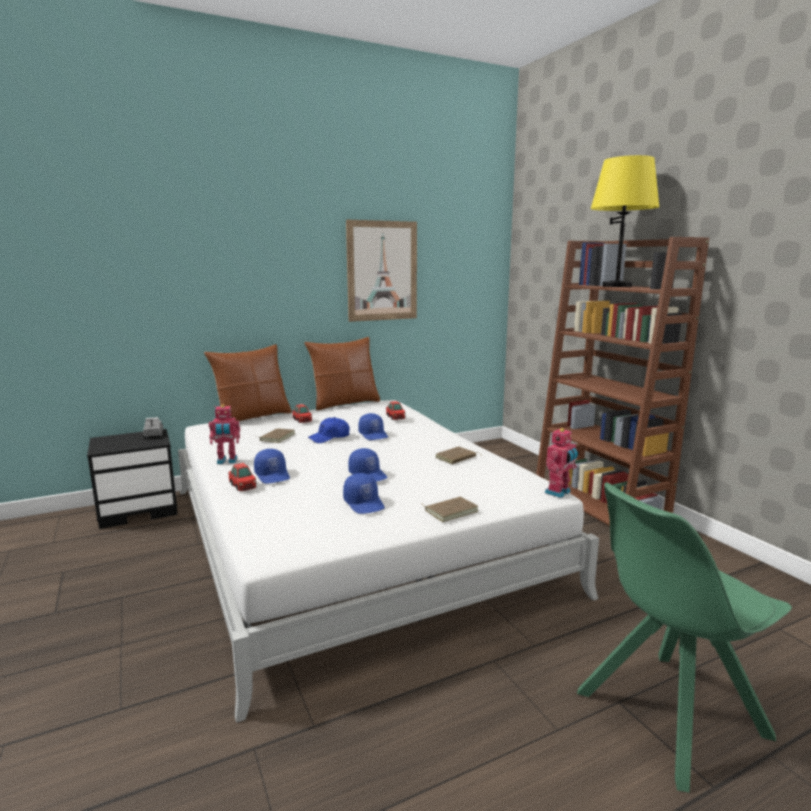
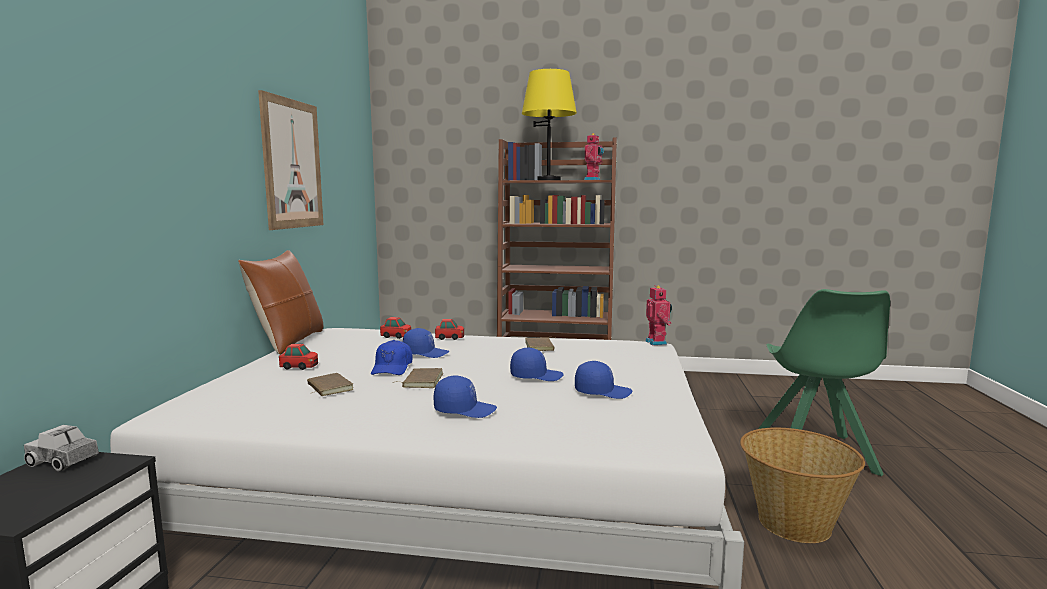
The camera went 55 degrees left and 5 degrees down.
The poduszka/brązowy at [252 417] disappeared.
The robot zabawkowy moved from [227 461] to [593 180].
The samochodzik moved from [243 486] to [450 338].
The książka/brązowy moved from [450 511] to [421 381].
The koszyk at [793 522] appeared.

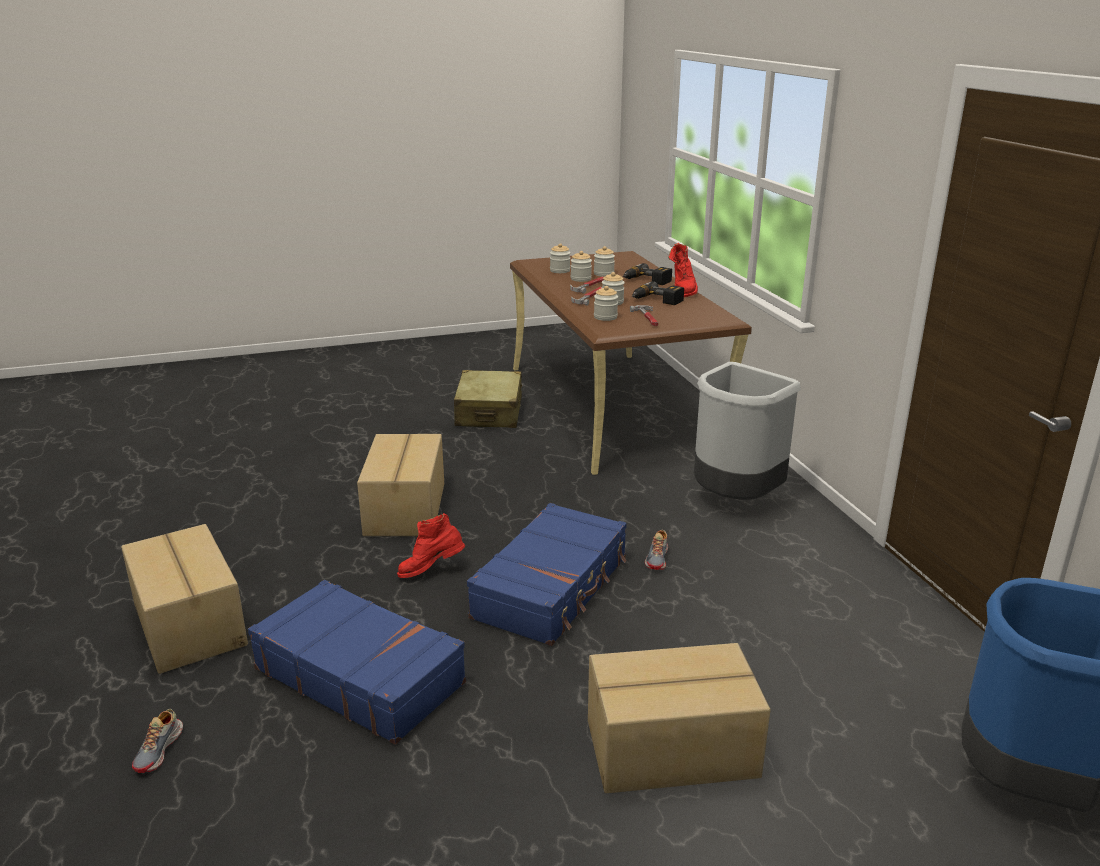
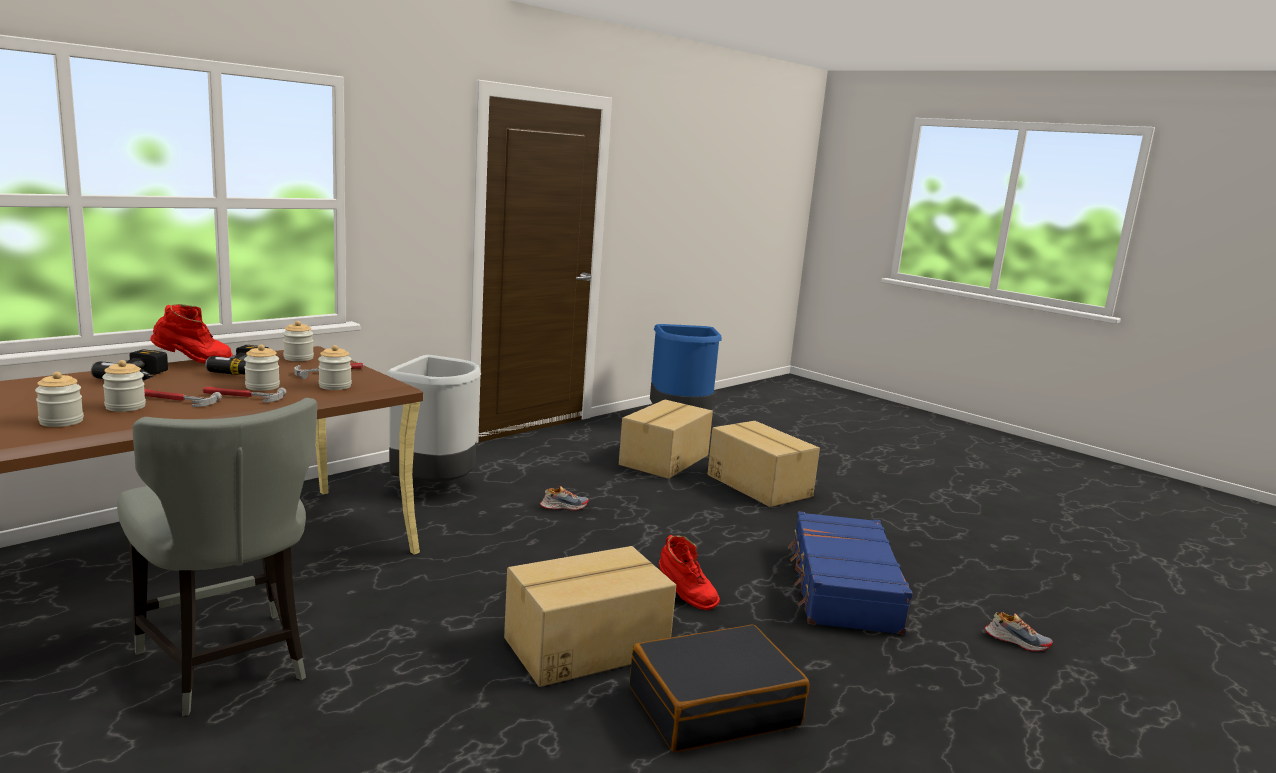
The camera went 120 degrees left and 10 degrees down.
The karton moved from [191 623] to [663 460].
The but at [159 750] turned 45 degrees clockwise.
The walizka/beżowy at [489 412] was replaced by the krzesło/szary at [227 665].
The walizka/niebieski at [552 588] disappeared.
The słoik moved from [604 274] to [298 358].
The walizka/czarny at [713 706] appeared.

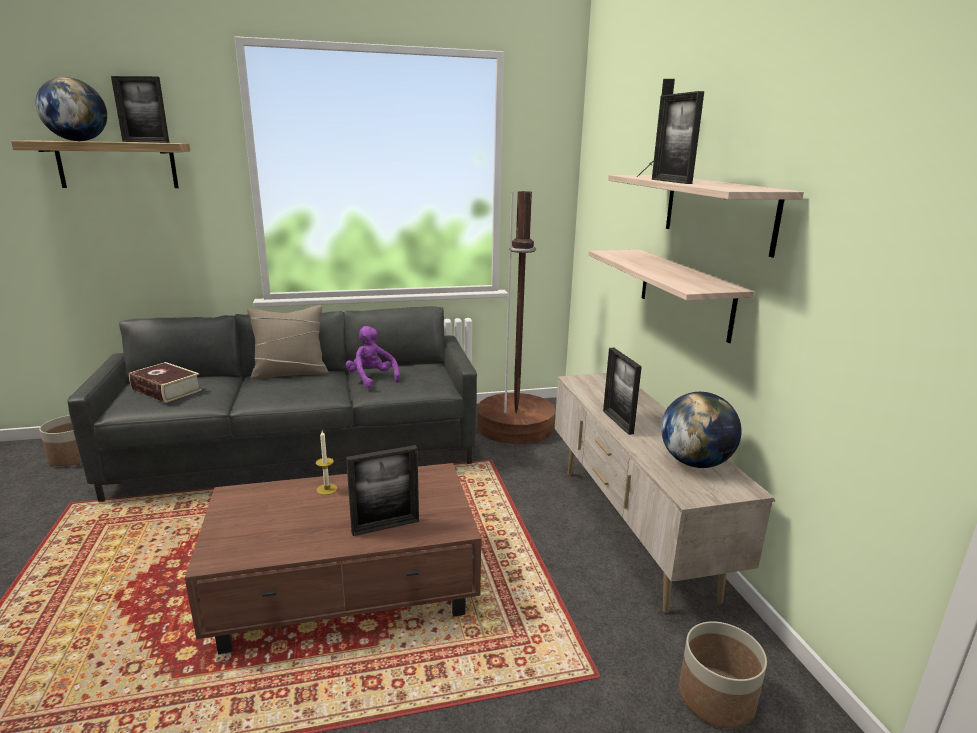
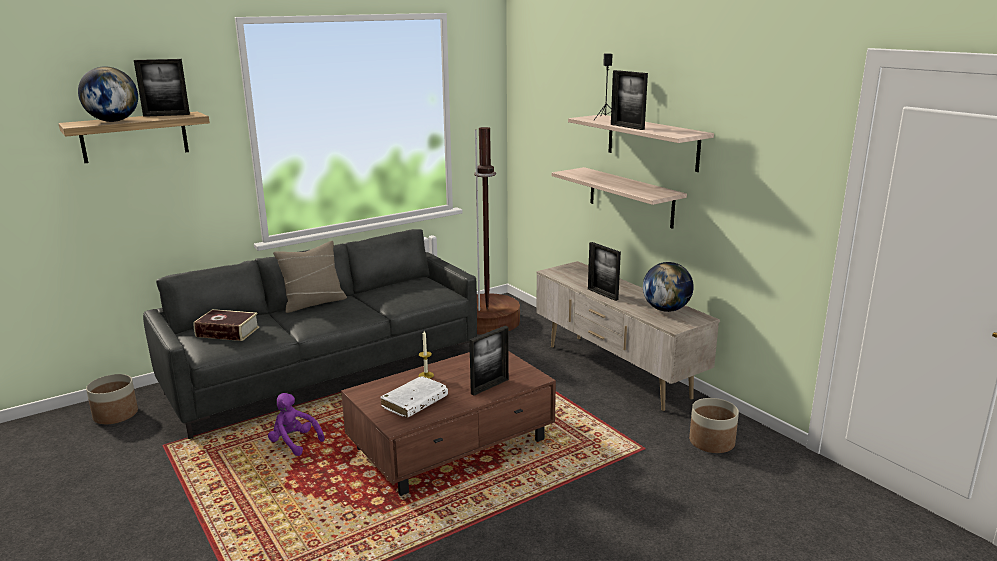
The camera went 20 degrees left and 0 degrees up.
The pluszak/fioletowy moved from [372 379] to [294 443].
The książka/biały at [415 403] appeared.

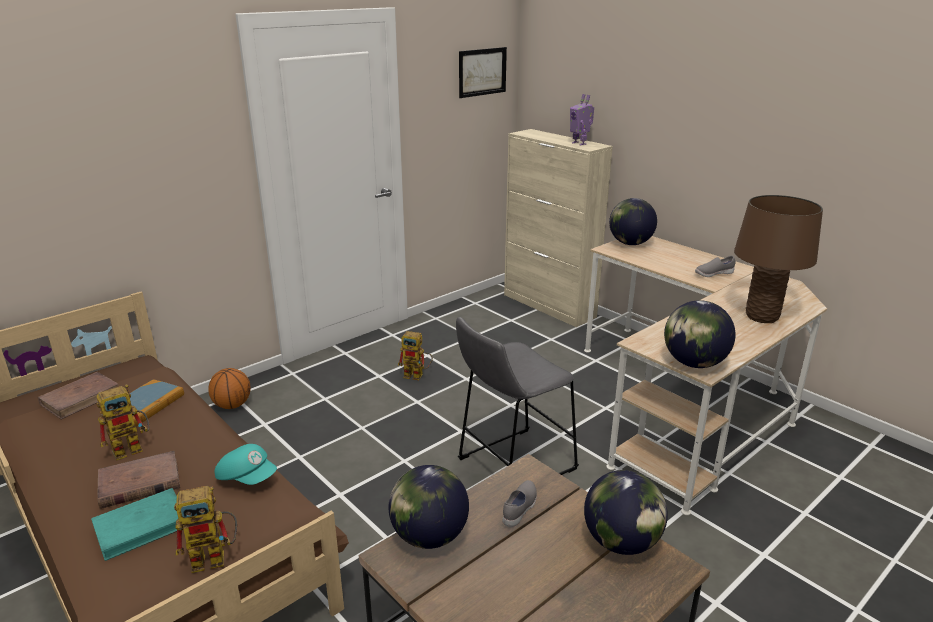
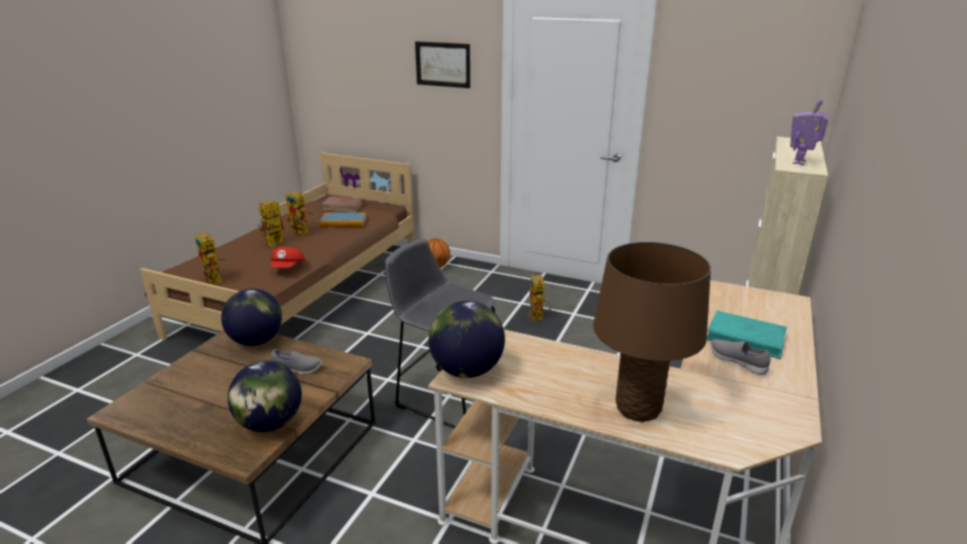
The camera went 65 degrees right and 0 degrees up.
The książka/turkusowy moved from [142 526] to [746 338].
The książka/brązowy at [139 483] was replaced by the robot zabawkowy at [272 244].
The czapka z daszkiem/turkusowy at [247 477] became the czapka z daszkiem/czerwony at [288 268].
The obraz moved from [482 72] to [443 64].
The globus at [630 243] disappeared.

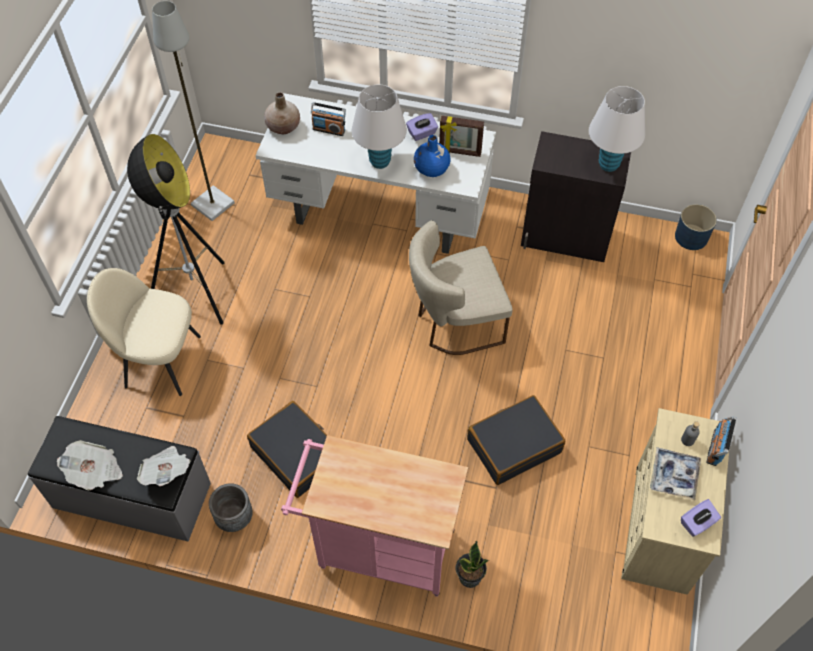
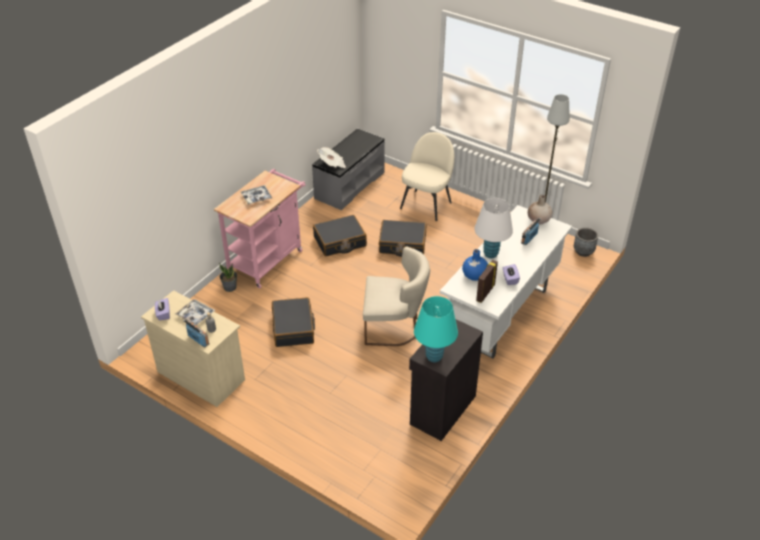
The camera went 110 degrees right and 15 degrees down.
The gazeta at [95 472] disappeared.
The lampa stojąca at [195 294] disappeared.
The donica/szary moved from [234 517] to [583 251].
The krzesło/beżowy at [454 323] turned 90 degrees clockwise.
The lampa stołowa/biały at [608 164] became the lampa stołowa/turkusowy at [434 357].
The donica/niebieski at [691 237] disappeared.
The taca at [256 197] appeared.
The walizka/czarny at [402 244] appeared.

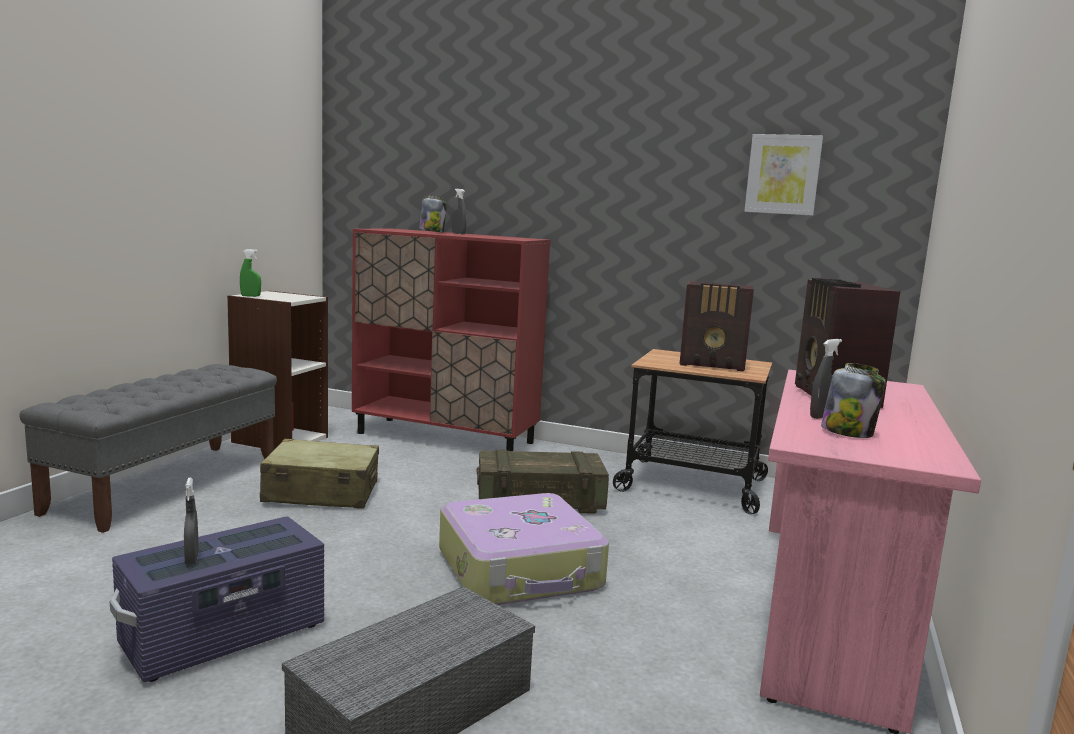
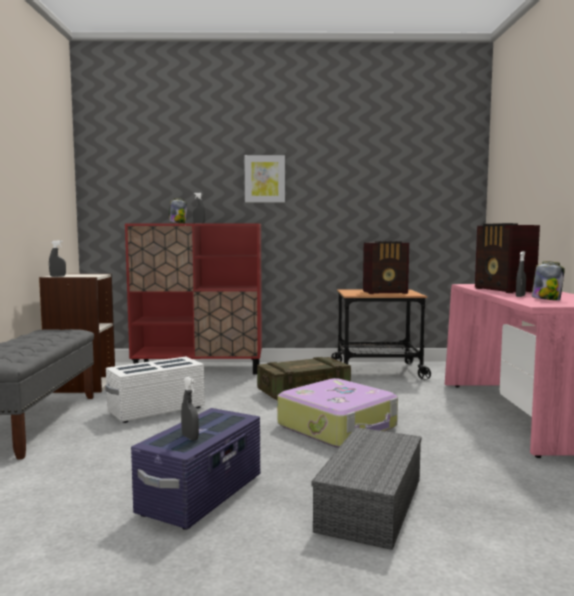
The camera went 20 degrees left and 5 degrees down.
The spryskiwacz/zielony at [250 296] became the spryskiwacz/szary at [58 276].
The walizka/beżowy at [321 492] was replaced by the pojemnik do przechowywania/biały at [156 410].
The obraz moved from [783 174] to [264 179].

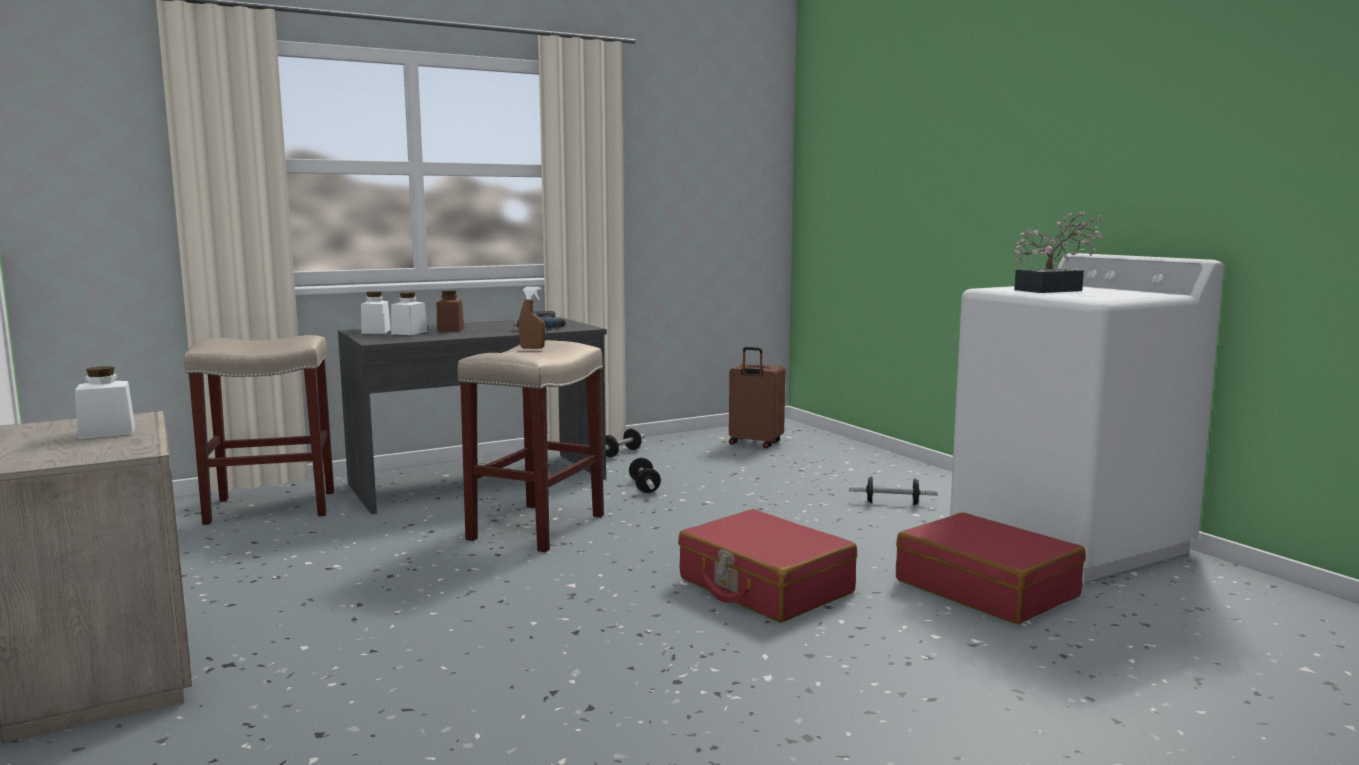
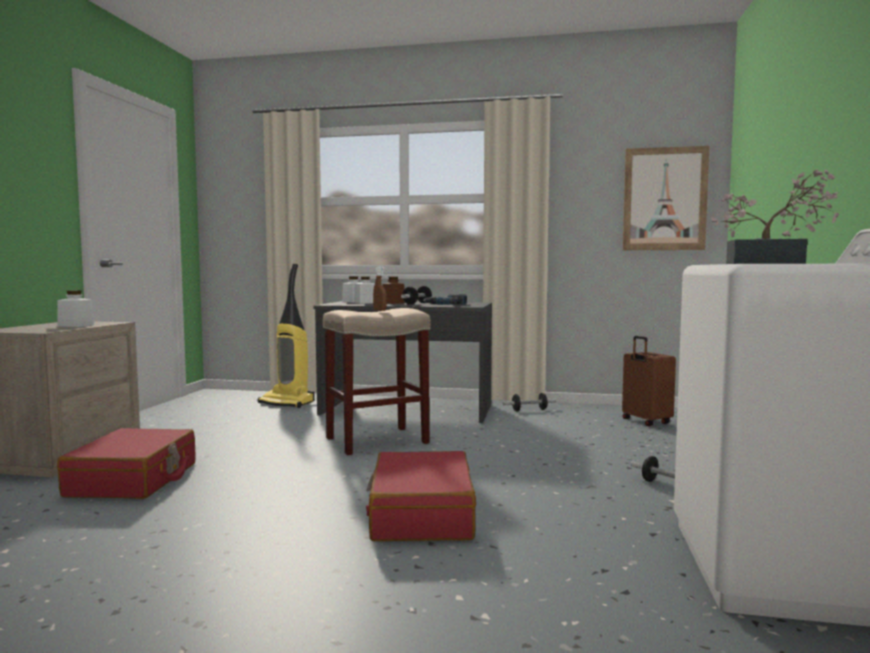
The camera went 40 degrees right and 5 degrees down.
The stołek/beżowy at [274 507] was replaced by the odkurzacz at [287 403].
The hantel moved from [644 487] to [417 304].
The walizka/czerwony moved from [987 588] to [134 480].
The obraz at [664 199] appeared.

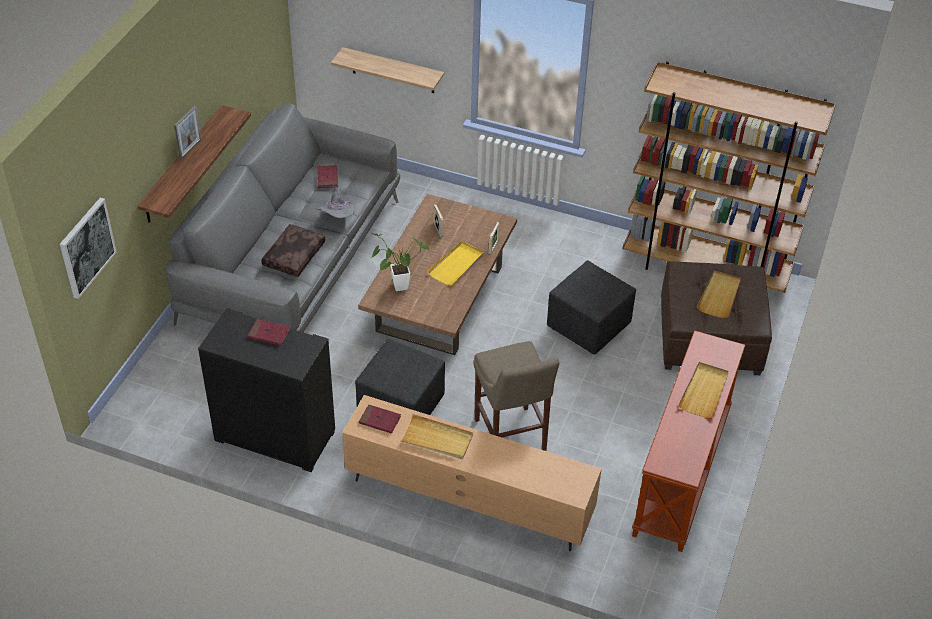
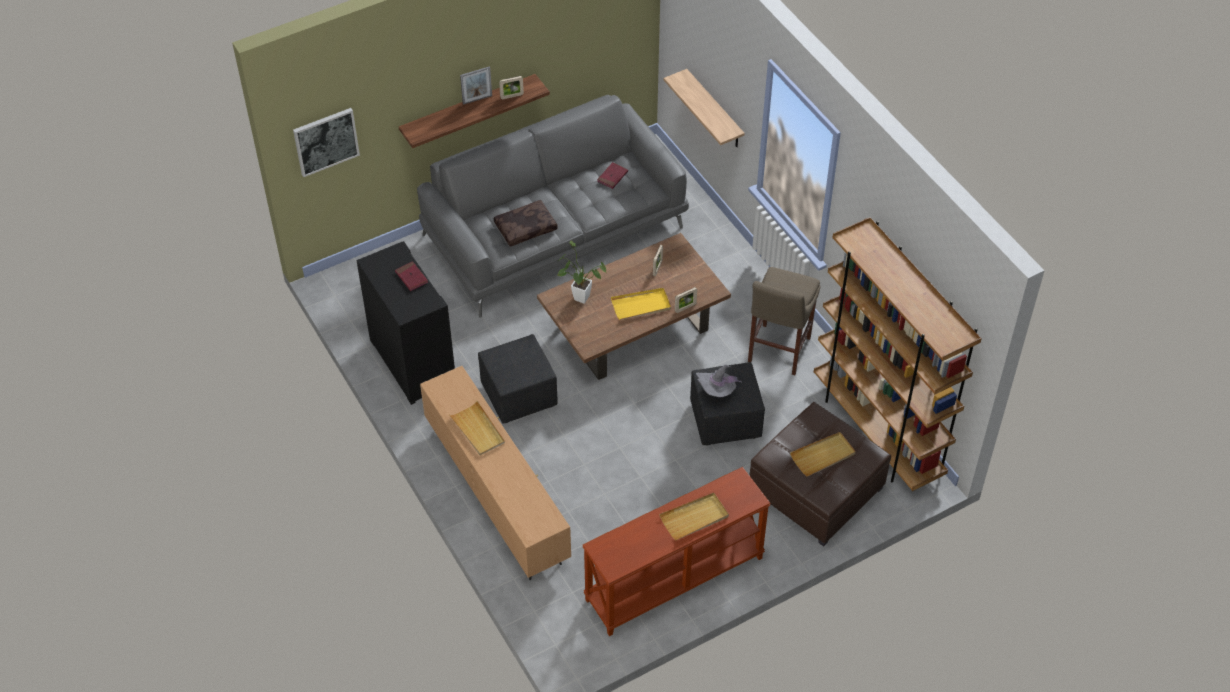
The camera went 40 degrees right and 5 degrees up.
The kapelusz/szary moved from [337 219] to [717 391].
The książka/czerwony at [380 420] disappeared.
The stołek/beżowy moved from [511 438] to [777 352].
The ramka na zdjęcie at [512 96] appeared.

